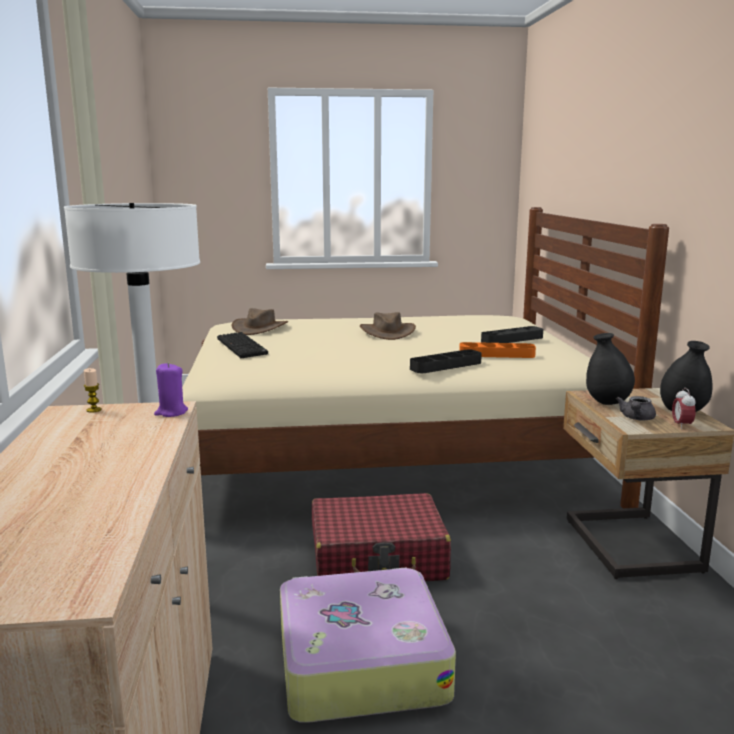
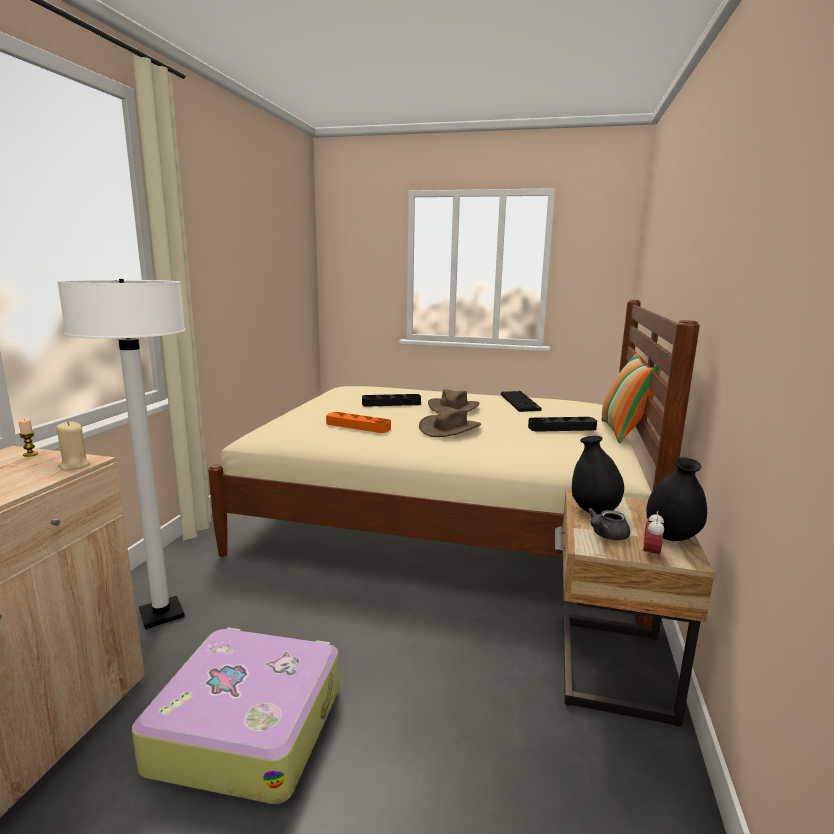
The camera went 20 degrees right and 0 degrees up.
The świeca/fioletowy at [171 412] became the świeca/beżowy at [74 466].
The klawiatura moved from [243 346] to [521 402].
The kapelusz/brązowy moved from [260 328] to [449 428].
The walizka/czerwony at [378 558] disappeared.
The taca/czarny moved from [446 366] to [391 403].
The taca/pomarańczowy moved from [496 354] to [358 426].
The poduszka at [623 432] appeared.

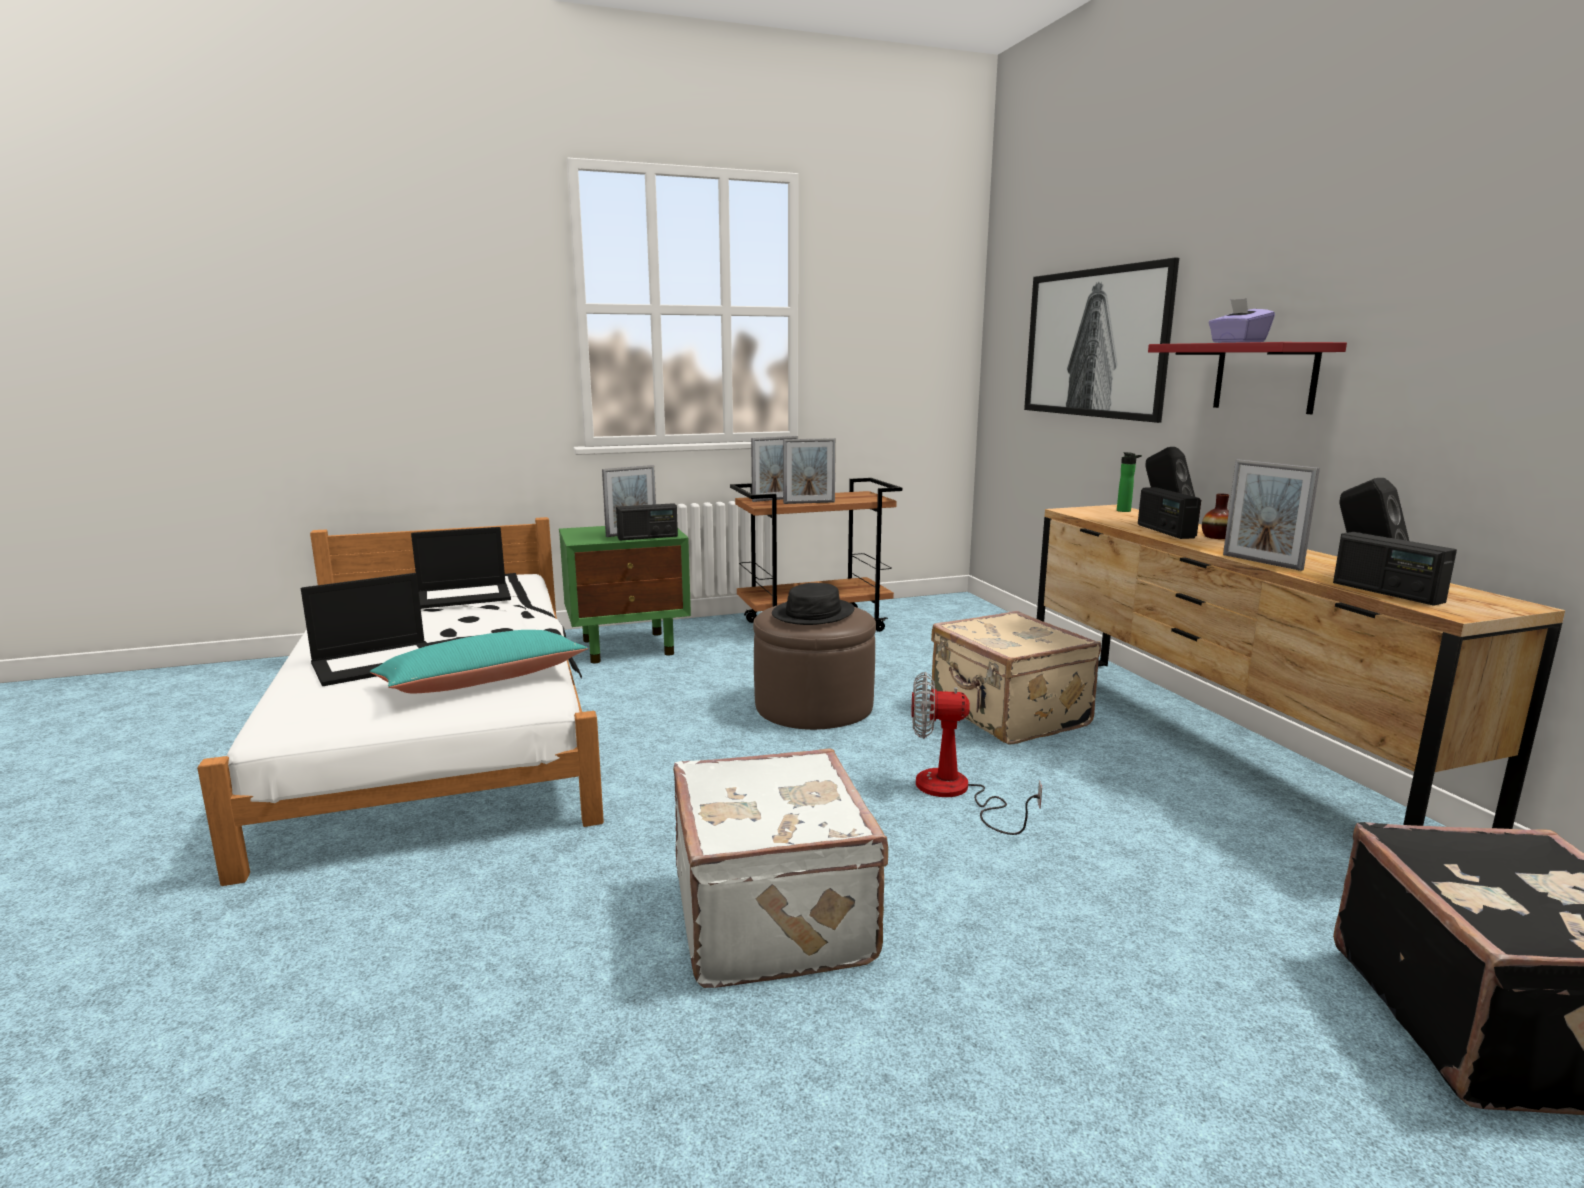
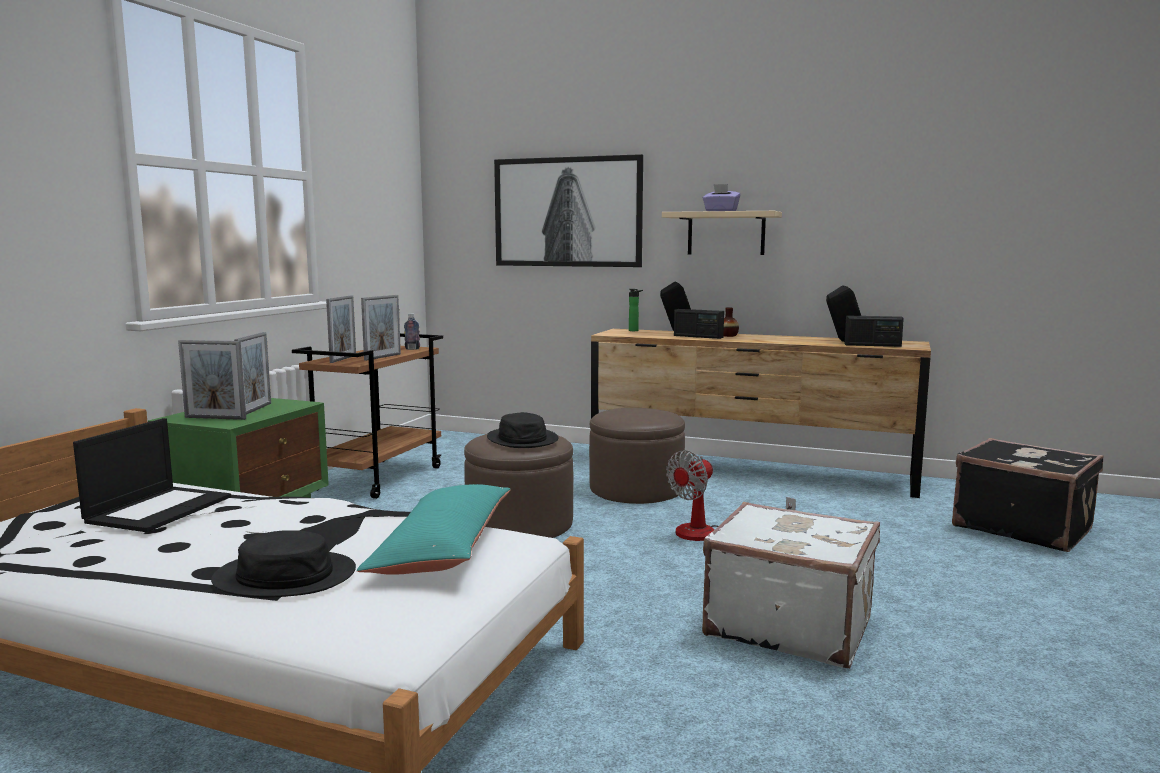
The camera went 50 degrees left and 5 degrees down.
The laptop at [378 663] was replaced by the kapelusz/czarny at [285 576].
The radio at [648 537] disappeared.
The walizka/beżowy at [1007 715] was replaced by the pufa/brązowy at [636 489].
The półka/czerwony at [1265 377] became the półka/beżowy at [726 233].
The ramka na zdjęcie moved from [1261 562] to [215 418].
The butelka at [412 349] appeared.

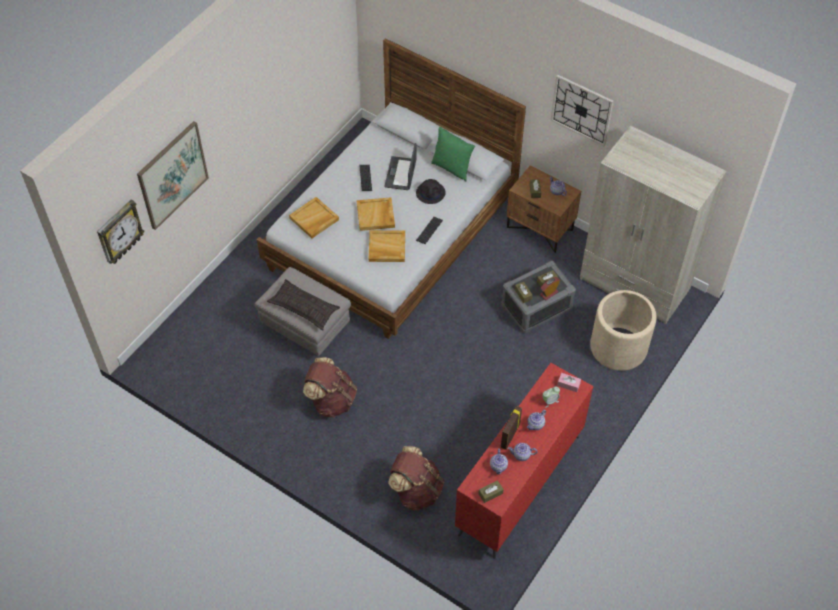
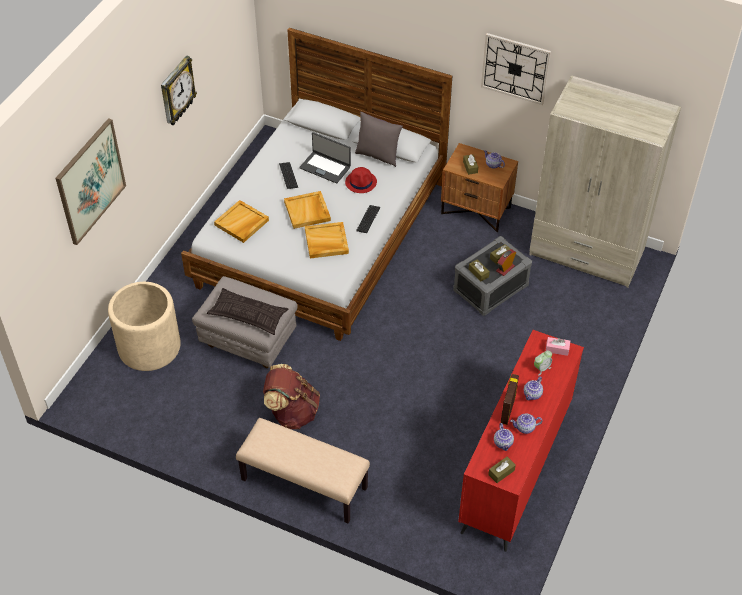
The camera went 10 degrees left and 5 degrees down.
The zegar ścienny moved from [119 232] to [176 91].
The laptop at [401 173] turned 60 degrees counterclockwise.
The plecak/brązowy at [416 490] disappeared.
The kapelusz/czarny at [431 193] became the kapelusz/czerwony at [361 182].
The poduszka/zielony at [452 168] became the poduszka/szary at [378 155].
The donica/beżowy moved from [618 347] to [149 347].
The ławka/beżowy at [303 484] appeared.

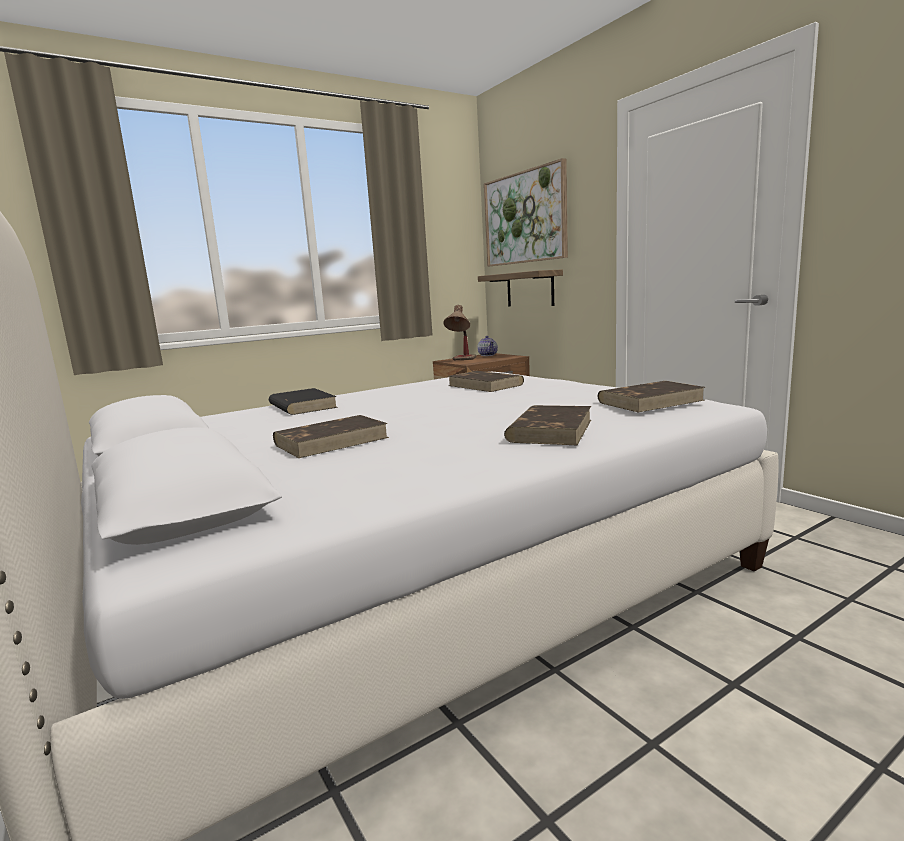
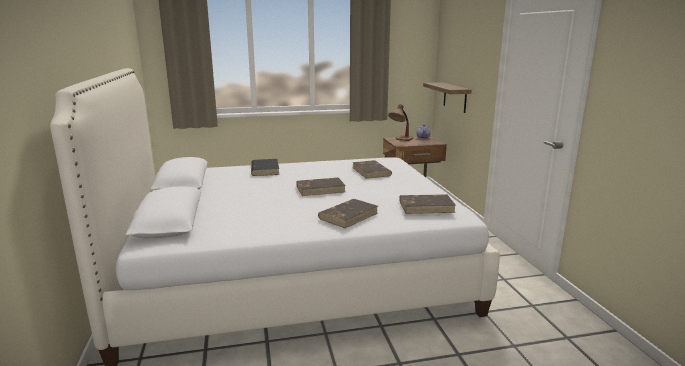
The camera went 20 degrees right and 5 degrees up.
The książka/brązowy moved from [332 441] to [321 189].
The obraz at [525 218] disappeared.

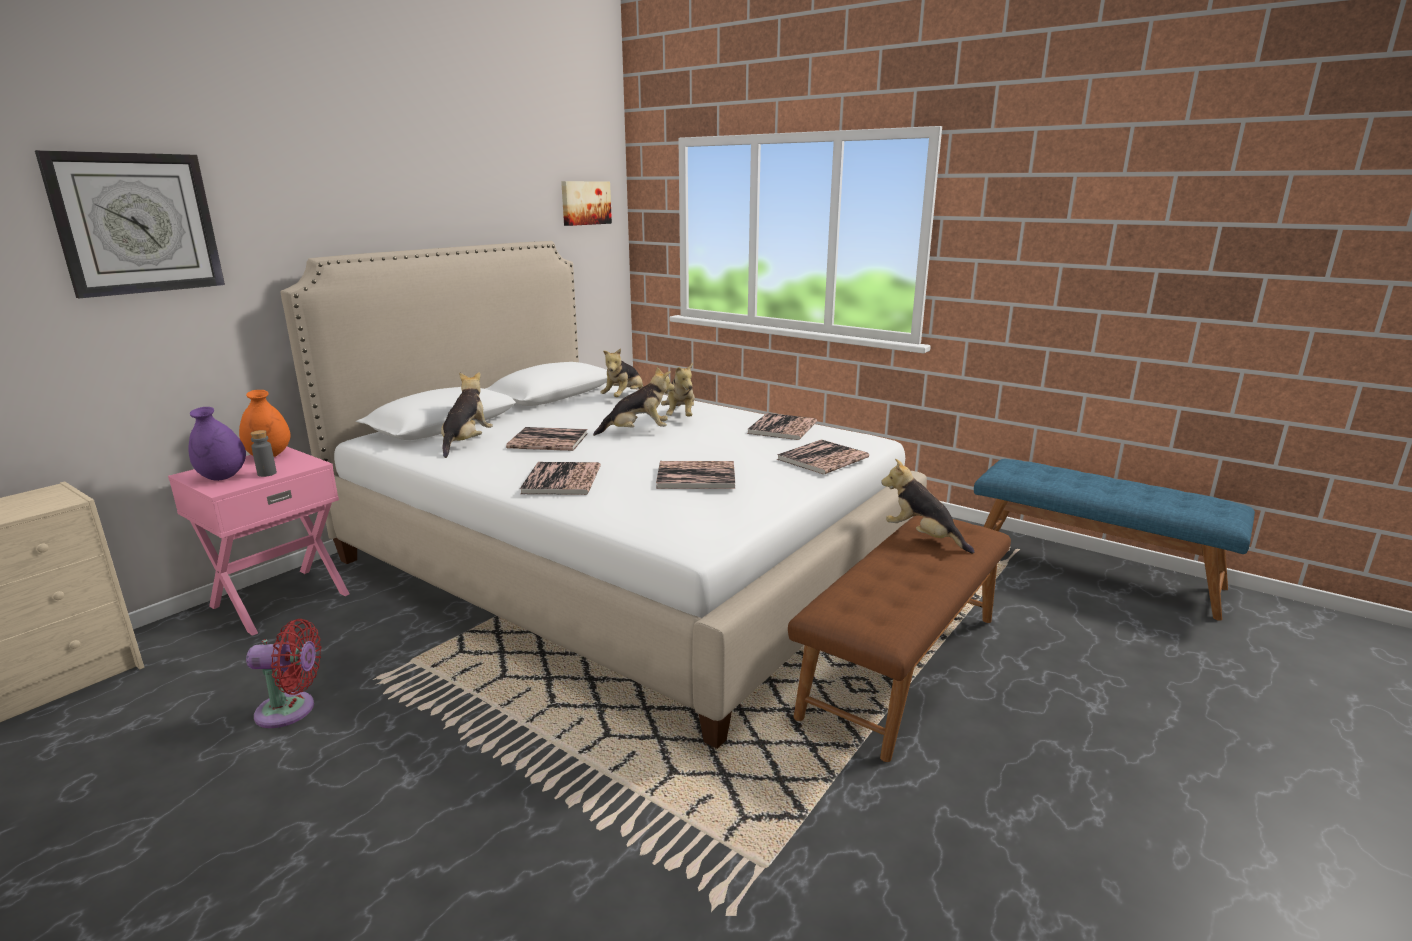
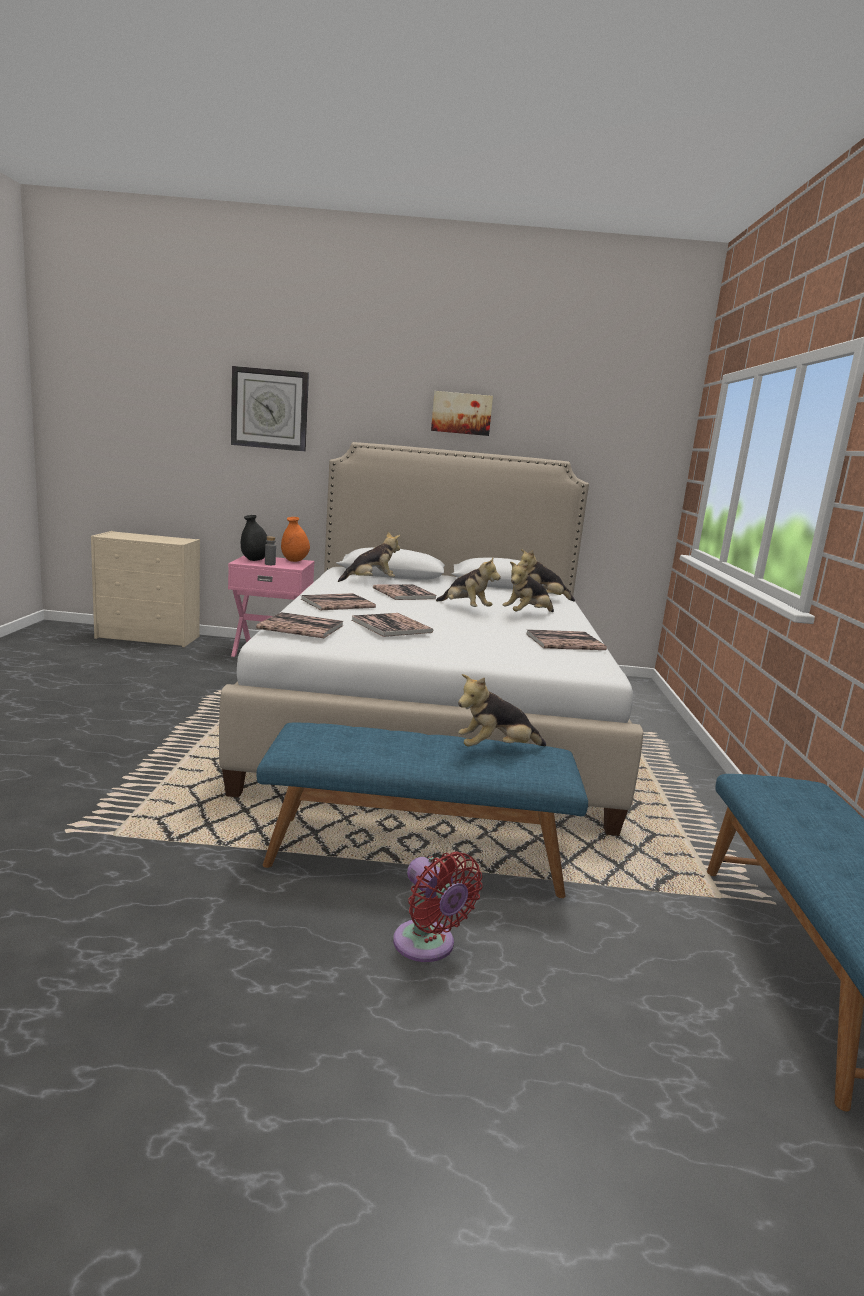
The camera went 55 degrees right and 5 degrees down.
The wazon/fioletowy at [222 477] became the wazon/czarny at [254 560].
The wentylator/czerwony moved from [291 710] to [427 946].
The obraz moved from [585 203] to [461 413].
The książka moved from [823 458] to [301 627].
The ławka/brązowy at [900 664] became the ławka/niebieski at [416 854].
The pluszak at [922 537] turned 120 degrees counterclockwise.

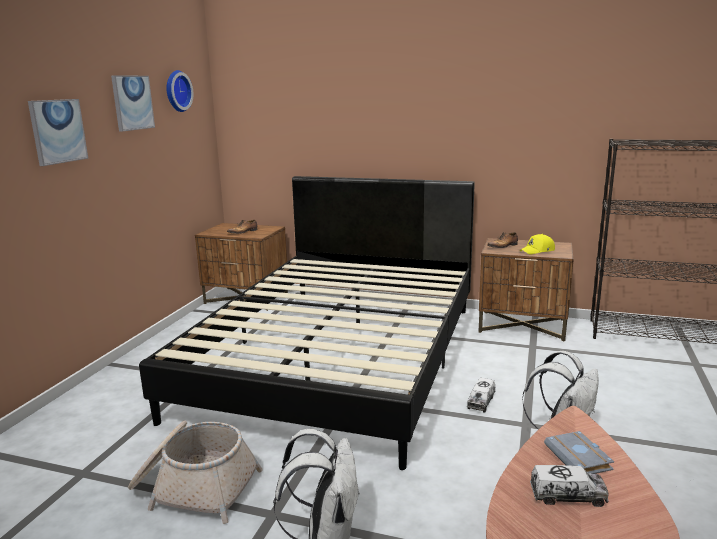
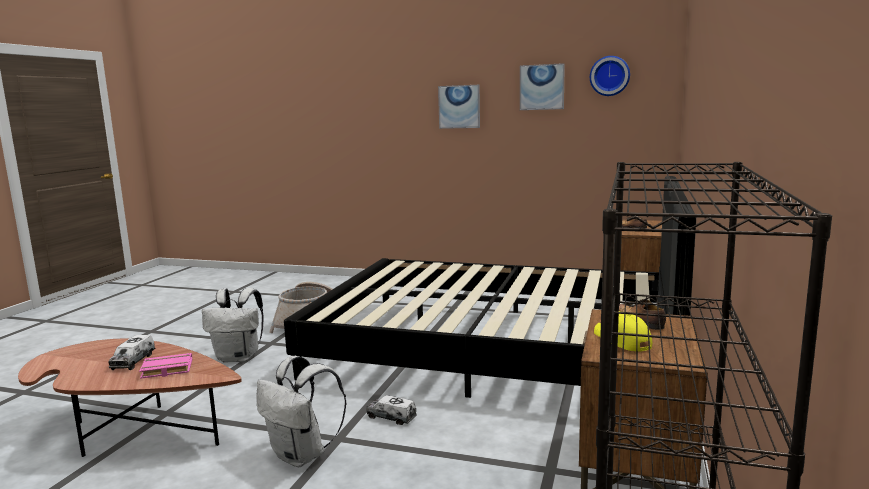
The camera went 90 degrees right and 5 degrees down.
The książka/szary at [580 458] became the książka/różowy at [166 370].

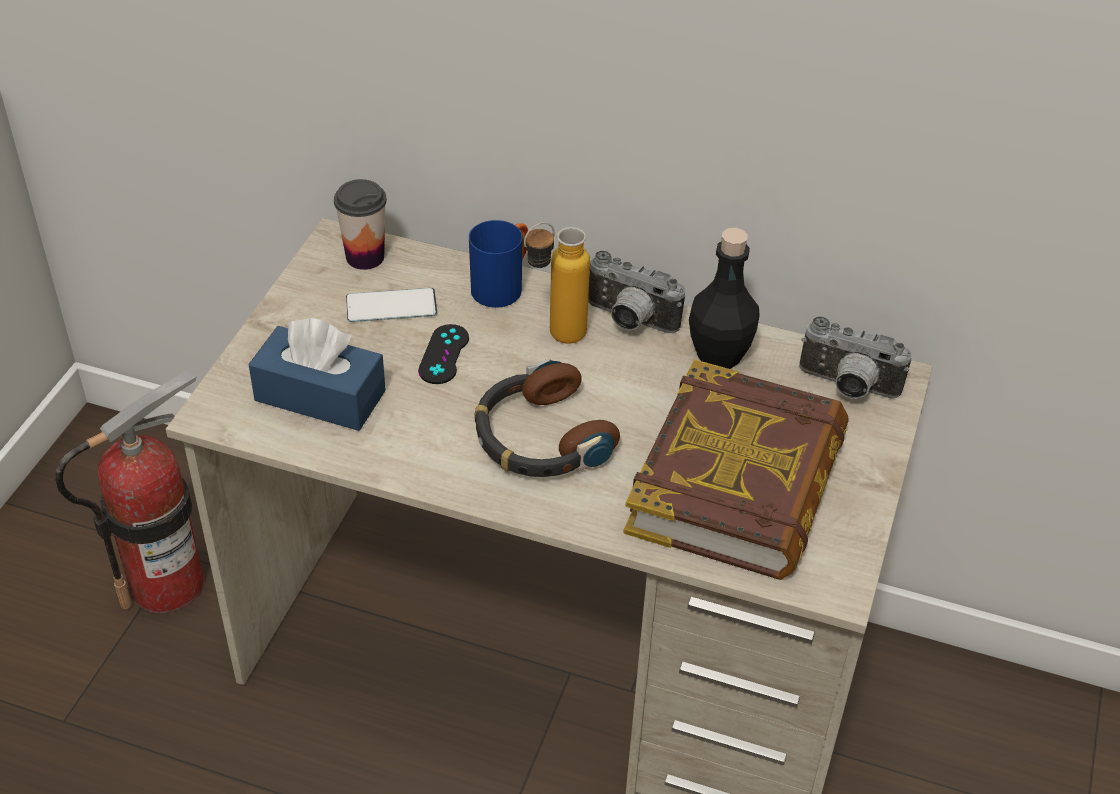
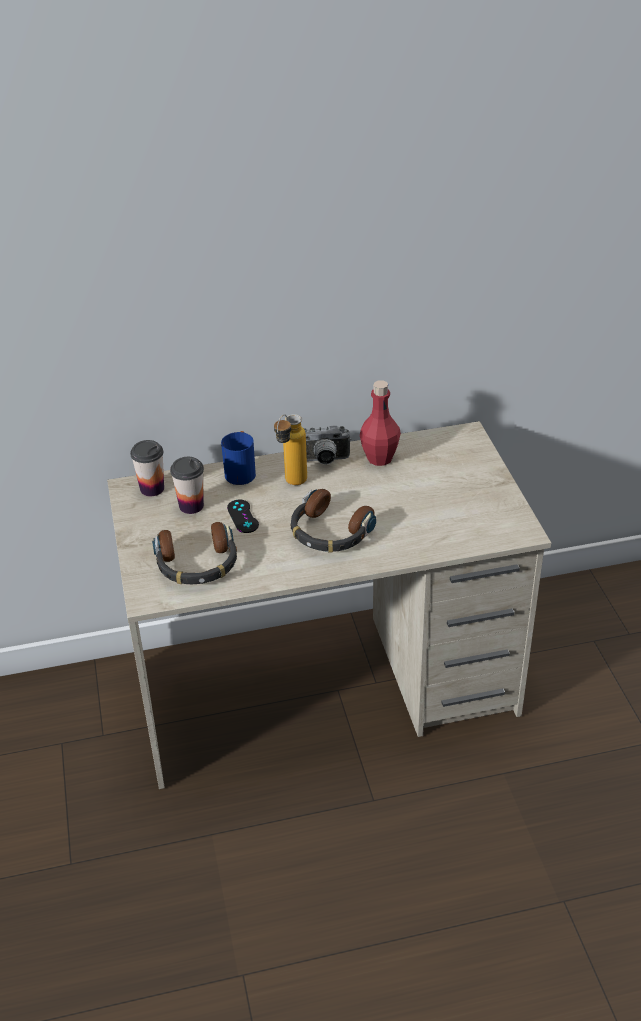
The camera went 30 degrees left and 5 degrees down.
The gaśnica at [166 584] disappeared.
The pudełko chusteczek/niebieski at [320 396] was replaced by the słuchawki at [197 564].
The telefon at [391 306] was replaced by the filiżanka at [191 506].
The książka at [738 482] disappeared.
The butelka/czarny at [719 356] became the butelka/czerwony at [379 458].
The aparat fotograficzny at [847 387] disappeared.

